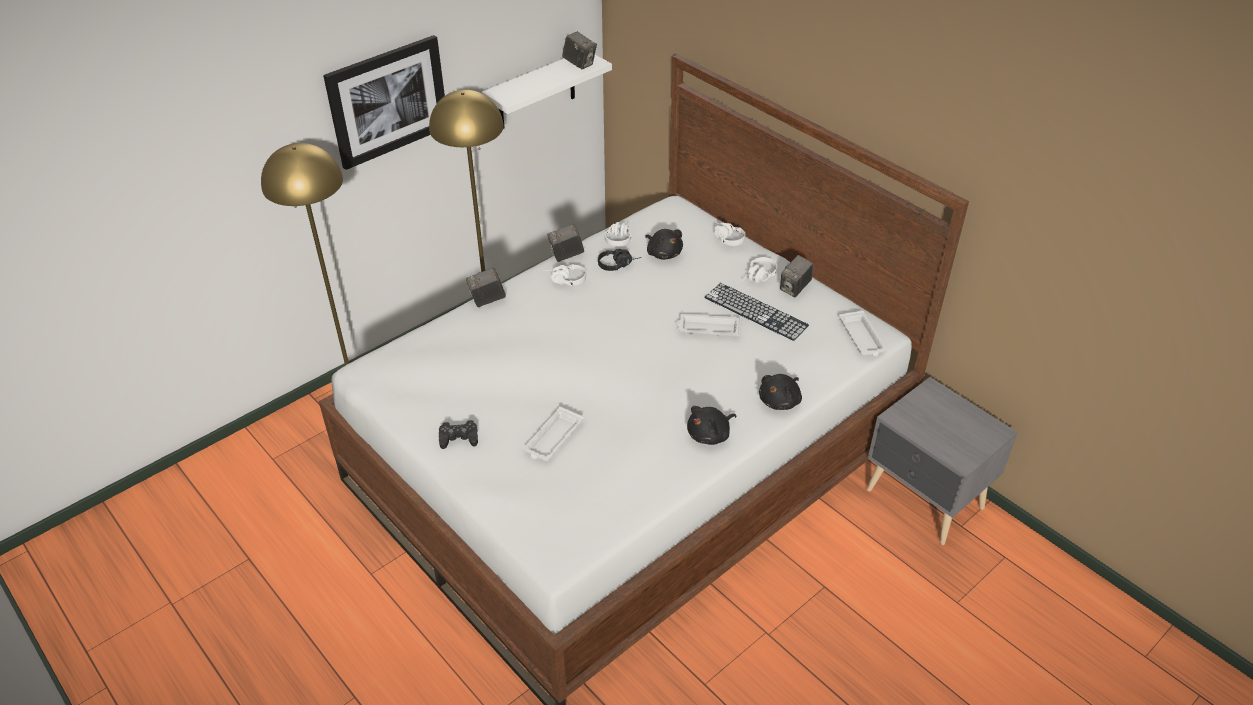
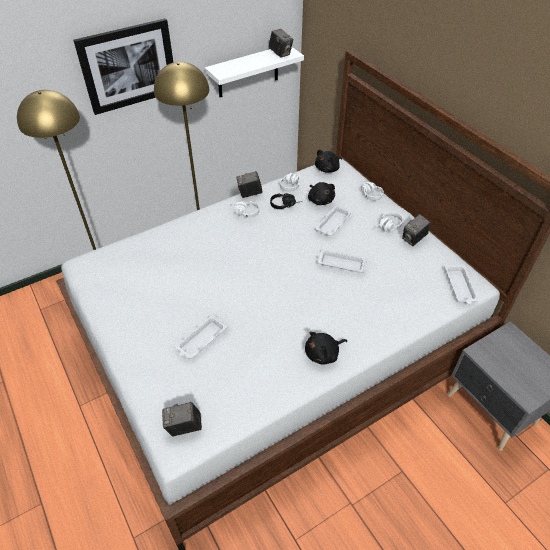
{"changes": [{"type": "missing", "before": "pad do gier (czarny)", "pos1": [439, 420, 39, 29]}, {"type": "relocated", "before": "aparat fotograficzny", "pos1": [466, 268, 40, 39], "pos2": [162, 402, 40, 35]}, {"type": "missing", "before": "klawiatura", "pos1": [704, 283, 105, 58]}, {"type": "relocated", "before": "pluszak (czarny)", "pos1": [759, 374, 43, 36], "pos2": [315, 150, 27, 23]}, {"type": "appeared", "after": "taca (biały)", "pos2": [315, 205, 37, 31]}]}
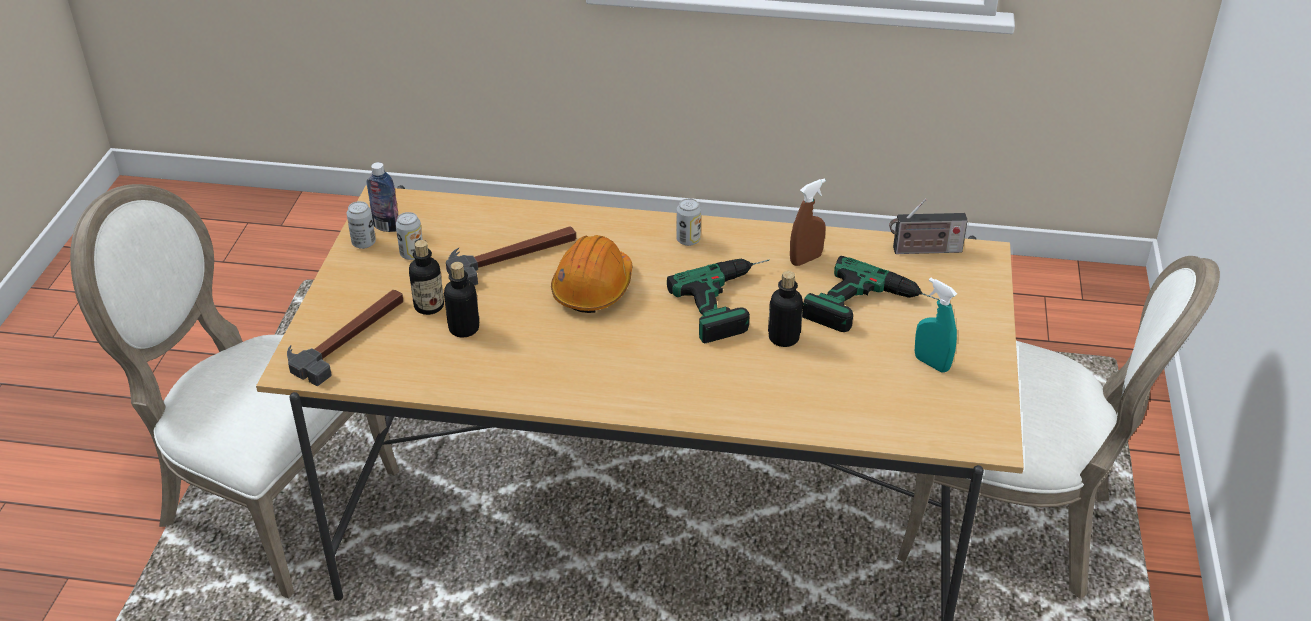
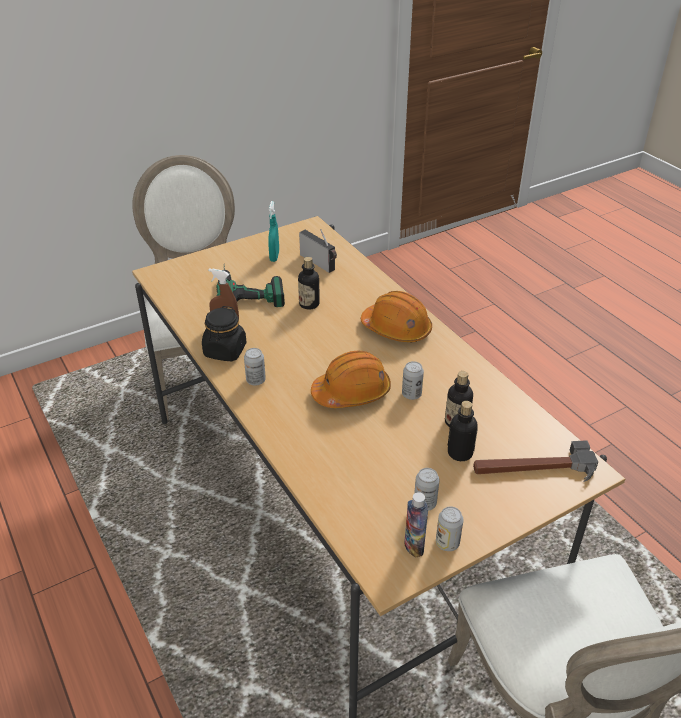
{"changes": [{"type": "missing", "before": "młotek", "pos1": [446, 226, 130, 59]}, {"type": "missing", "before": "wiertarka", "pos1": [667, 259, 103, 84]}, {"type": "relocated", "before": "radio", "pos1": [889, 199, 79, 55], "pos2": [299, 229, 38, 44]}, {"type": "appeared", "after": "słoik (czarny)", "pos2": [202, 306, 45, 55]}, {"type": "appeared", "after": "kask (pomarańczowy)", "pos2": [361, 291, 71, 51]}, {"type": "appeared", "after": "puszka", "pos2": [402, 361, 22, 39]}]}
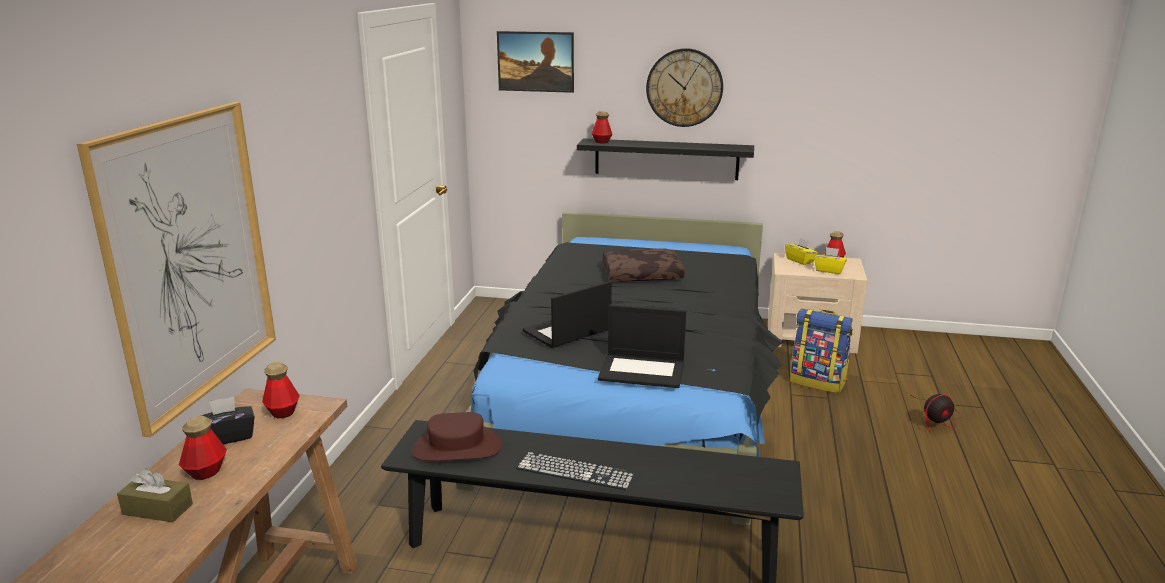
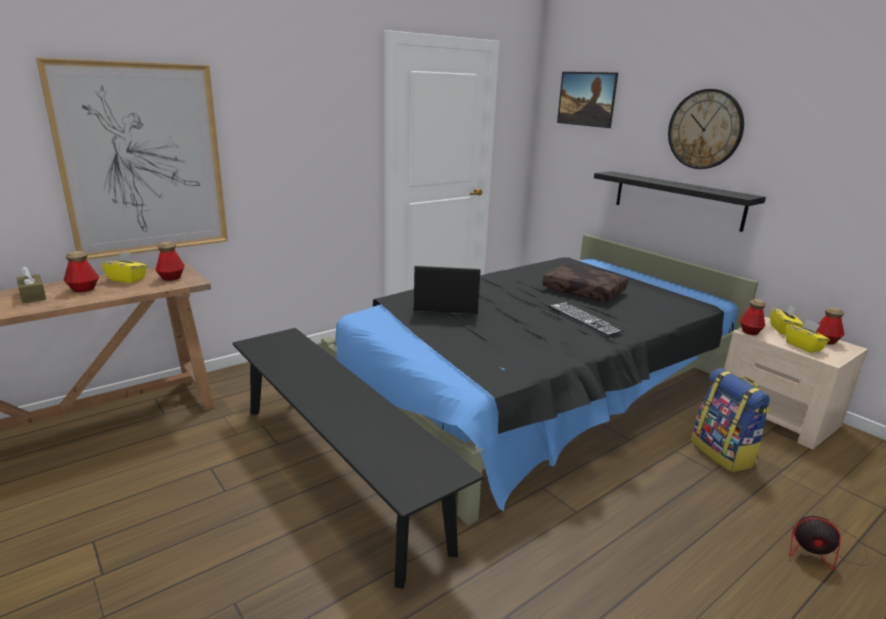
{"changes": [{"type": "colour", "before": "pudełko chusteczek (czarny)", "after": "pudełko chusteczek (żółty)", "pos1": [202, 397, 53, 48], "pos2": [101, 252, 46, 31]}, {"type": "missing", "before": "kapelusz (brązowy)", "pos1": [412, 412, 90, 49]}, {"type": "relocated", "before": "klawiatura", "pos1": [516, 452, 119, 38], "pos2": [549, 302, 75, 34]}, {"type": "relocated", "before": "butelka", "pos1": [591, 111, 21, 33], "pos2": [740, 299, 26, 36]}, {"type": "missing", "before": "laptop", "pos1": [598, 305, 88, 83]}]}
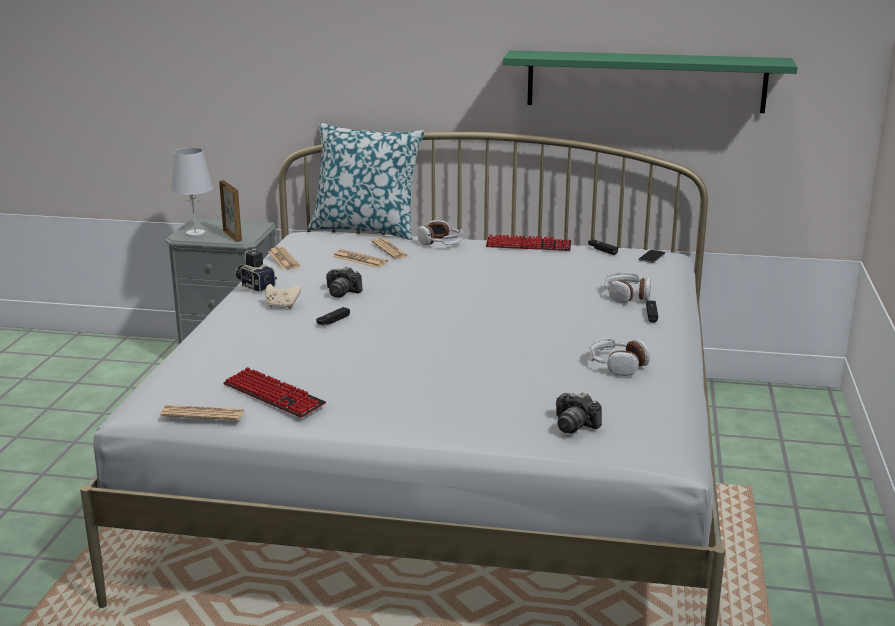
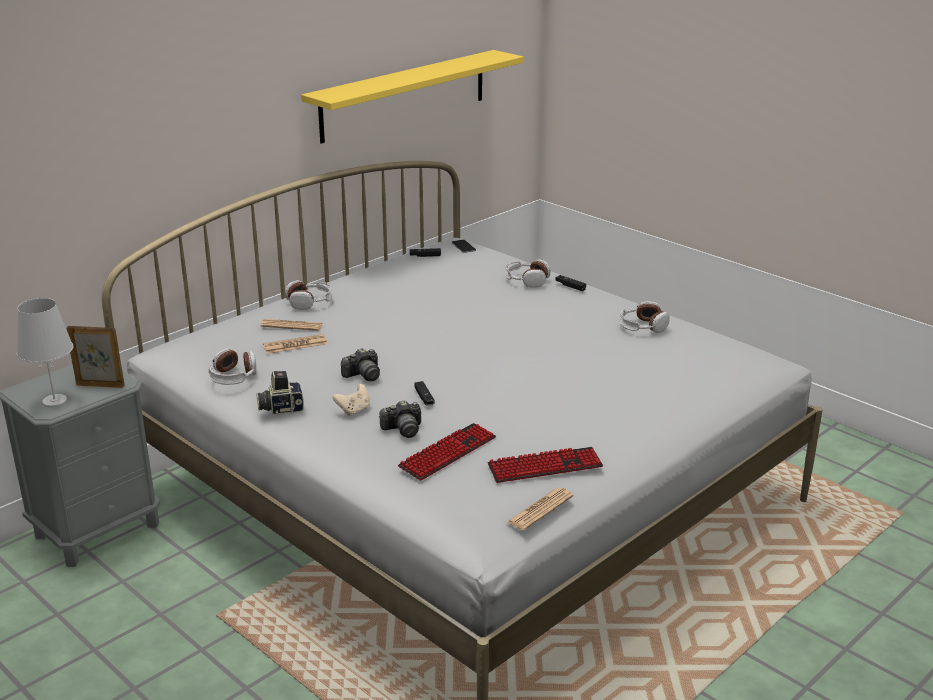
{"changes": [{"type": "exchanged", "before": "gazeta", "after": "słuchawki", "pos1": [268, 247, 32, 22], "pos2": [208, 349, 49, 36]}, {"type": "missing", "before": "poduszka", "pos1": [308, 123, 117, 117]}, {"type": "relocated", "before": "klawiatura", "pos1": [486, 234, 85, 17], "pos2": [398, 423, 98, 58]}, {"type": "colour", "before": "półka (zielony)", "after": "półka (żółty)", "pos1": [503, 50, 295, 63], "pos2": [301, 50, 223, 94]}, {"type": "relocated", "before": "aparat fotograficzny", "pos1": [556, 392, 46, 42], "pos2": [379, 400, 42, 38]}]}
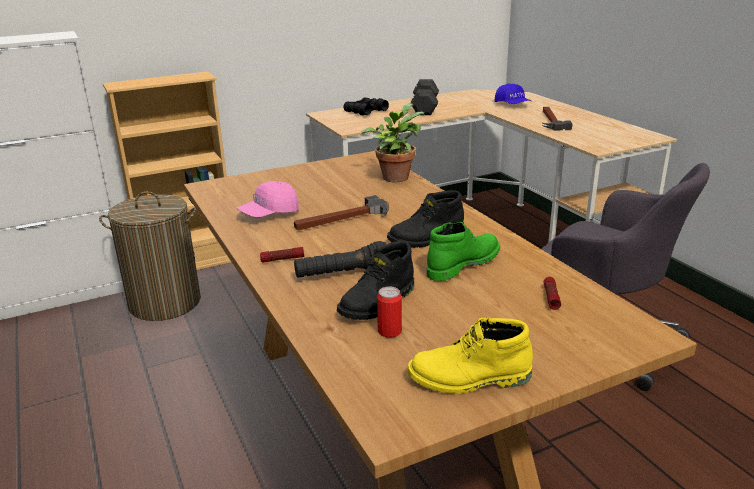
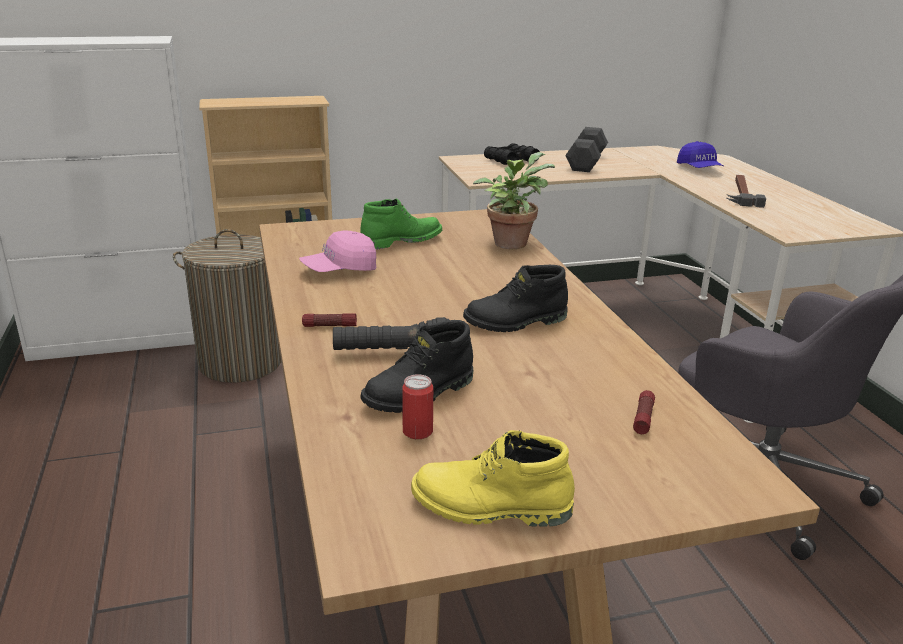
{"changes": [{"type": "missing", "before": "młotek", "pos1": [294, 195, 94, 35]}, {"type": "relocated", "before": "but z cholewką (zielony)", "pos1": [426, 222, 74, 59], "pos2": [360, 198, 82, 52]}]}
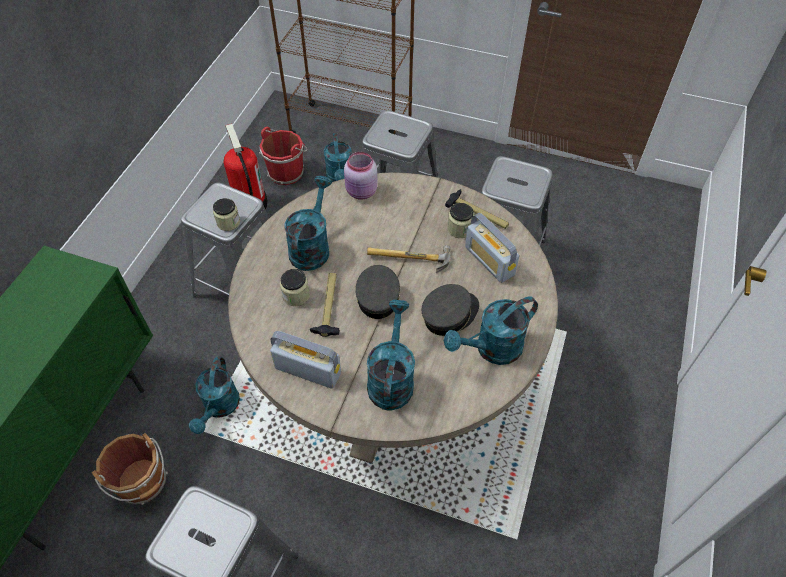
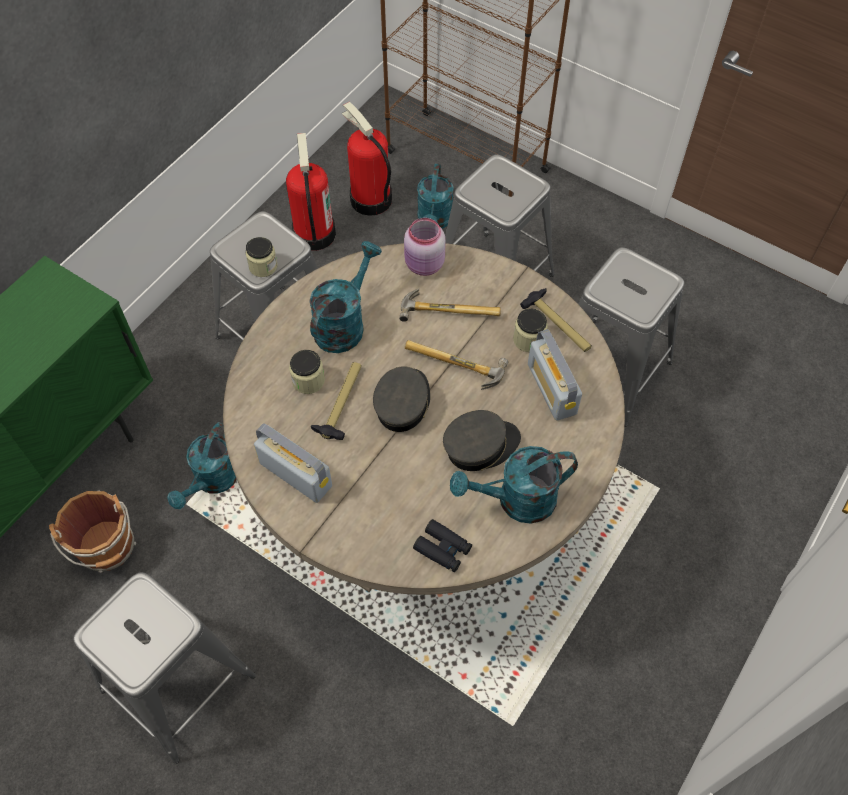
{"changes": [{"type": "exchanged", "before": "wiadro (czerwony)", "after": "gaśnica", "pos1": [259, 127, 49, 58], "pos2": [342, 102, 50, 114]}, {"type": "missing", "before": "konewka (turkusowy)", "pos1": [367, 300, 48, 110]}, {"type": "appeared", "after": "młotek", "pos2": [399, 288, 102, 34]}, {"type": "appeared", "after": "lornetka (czarny)", "pos2": [413, 519, 59, 53]}]}
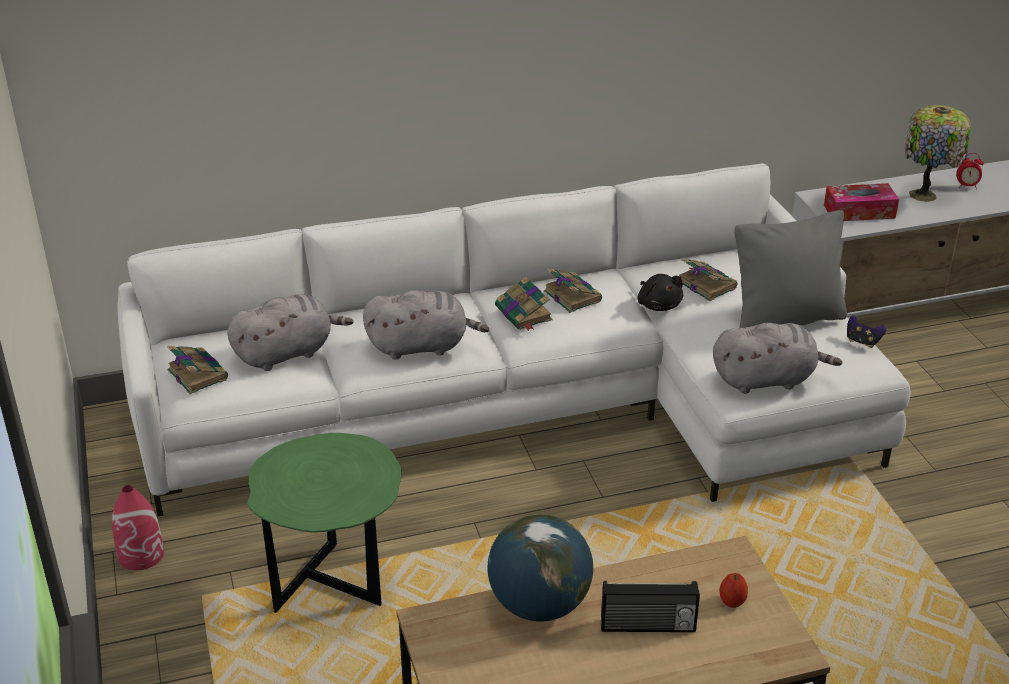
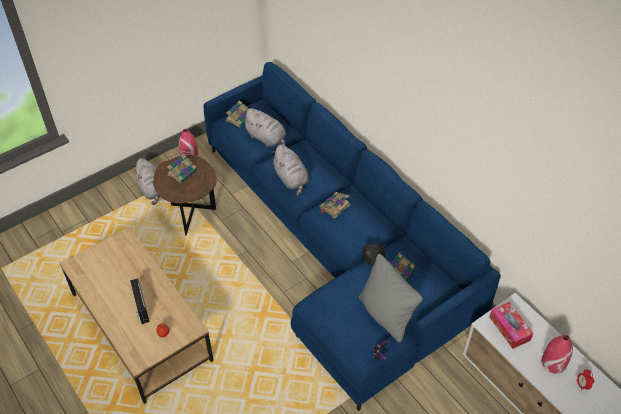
{"changes": [{"type": "colour", "before": "kanapa (biały)", "after": "kanapa (niebieski)", "pos1": [117, 163, 794, 353], "pos2": [204, 62, 297, 349]}, {"type": "colour", "before": "stolik (zielony)", "after": "stolik (brązowy)", "pos1": [247, 433, 154, 180], "pos2": [153, 155, 64, 80]}, {"type": "missing", "before": "globus", "pos1": [487, 514, 106, 107]}, {"type": "relocated", "before": "książka", "pos1": [544, 268, 58, 45], "pos2": [167, 154, 31, 30]}, {"type": "relocated", "before": "pluszak (szary)", "pos1": [713, 323, 129, 71], "pos2": [133, 158, 27, 47]}, {"type": "exchanged", "before": "lampa stołowa", "after": "wazon (czerwony)", "pos1": [905, 105, 66, 97], "pos2": [541, 335, 32, 39]}]}
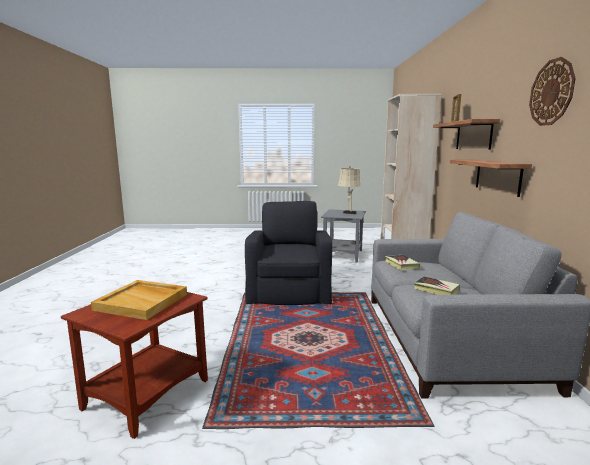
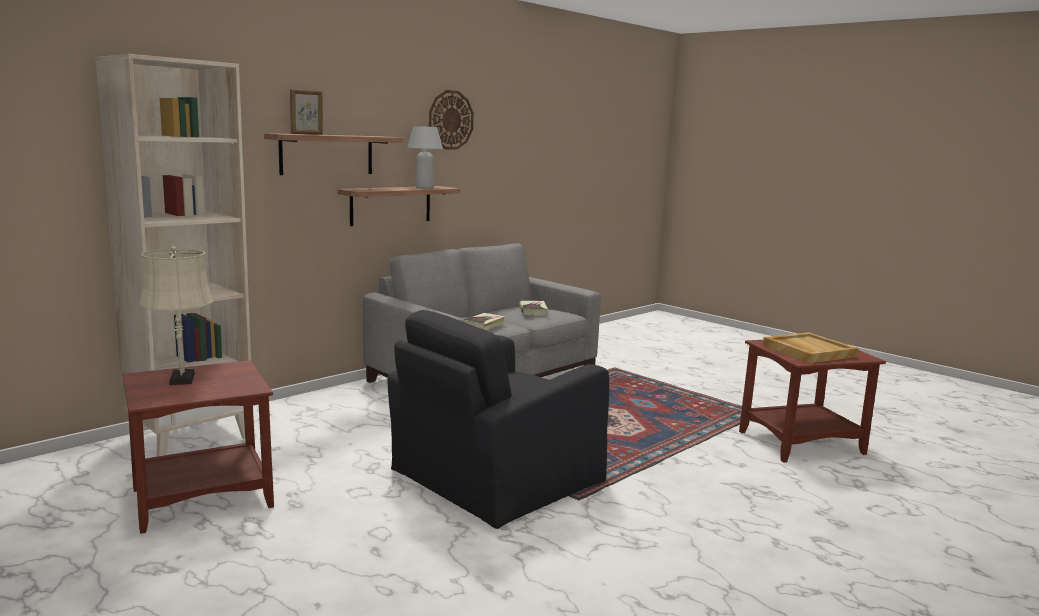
{"changes": [{"type": "colour", "before": "stolik (szary)", "after": "stolik (brązowy)", "pos1": [321, 209, 45, 54], "pos2": [122, 360, 152, 174]}, {"type": "appeared", "after": "lampa stołowa (biały)", "pos2": [407, 126, 36, 62]}]}
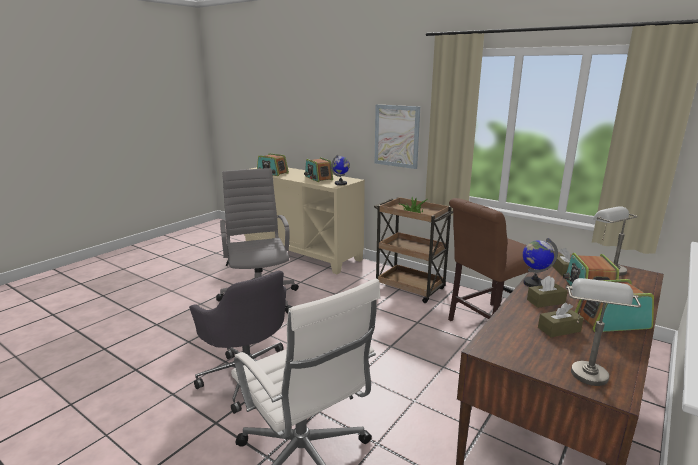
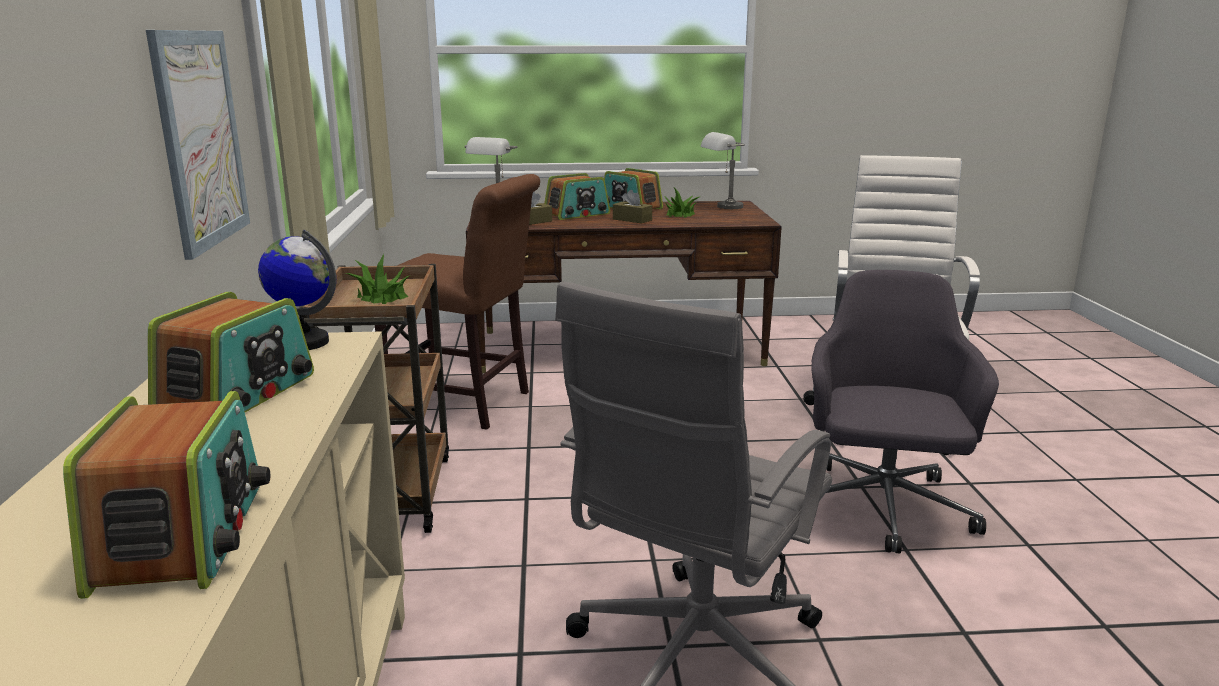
{"changes": [{"type": "missing", "before": "globus", "pos1": [523, 238, 35, 49]}, {"type": "exchanged", "before": "pudełko chusteczek (brązowy)", "after": "roślina doniczkowa", "pos1": [538, 303, 46, 34], "pos2": [664, 187, 35, 31]}]}
